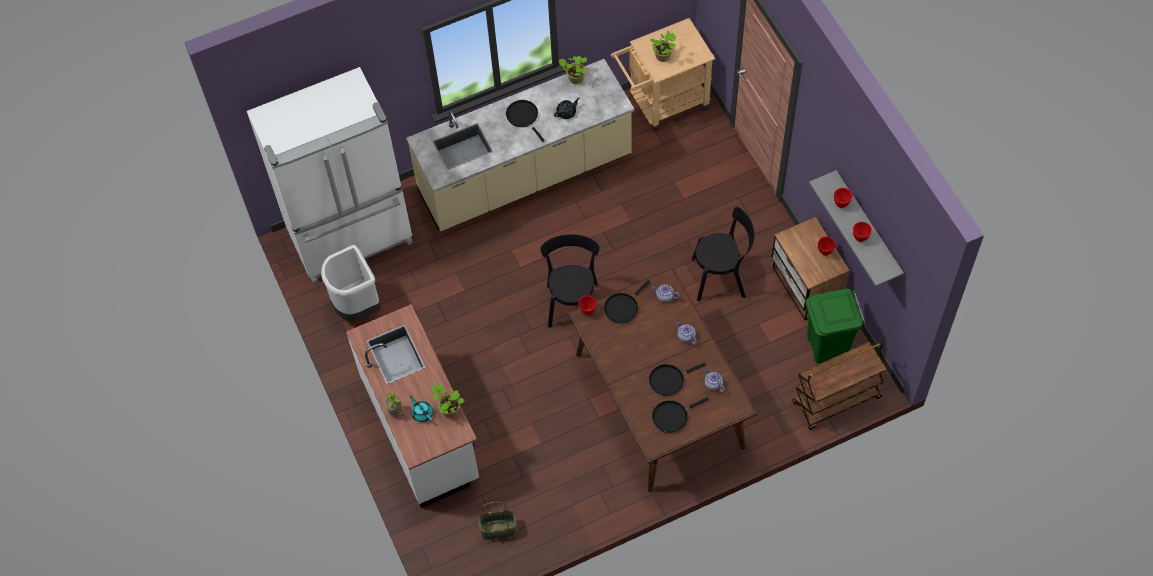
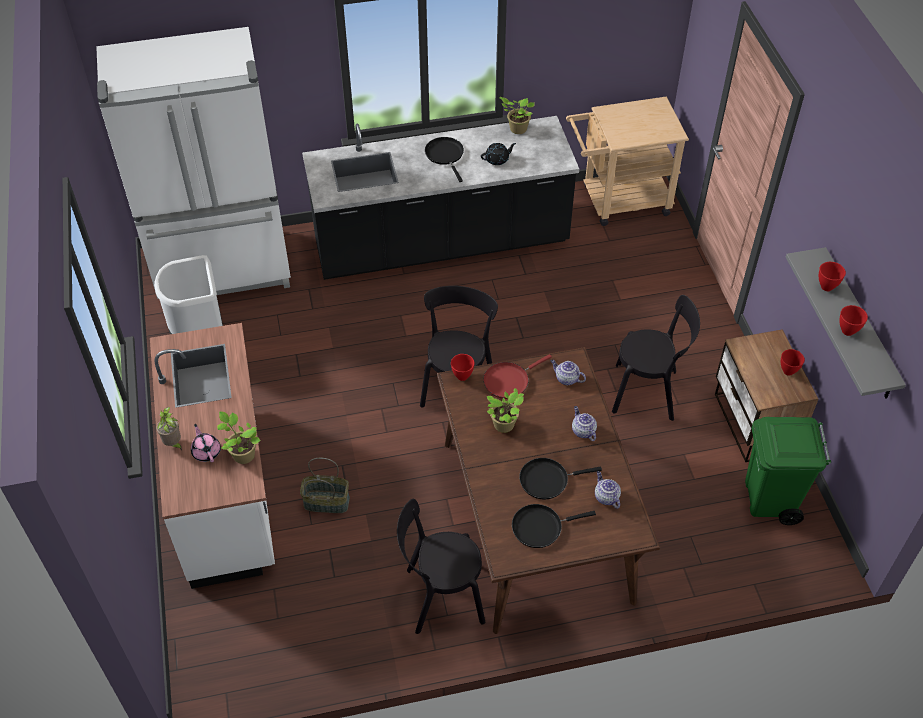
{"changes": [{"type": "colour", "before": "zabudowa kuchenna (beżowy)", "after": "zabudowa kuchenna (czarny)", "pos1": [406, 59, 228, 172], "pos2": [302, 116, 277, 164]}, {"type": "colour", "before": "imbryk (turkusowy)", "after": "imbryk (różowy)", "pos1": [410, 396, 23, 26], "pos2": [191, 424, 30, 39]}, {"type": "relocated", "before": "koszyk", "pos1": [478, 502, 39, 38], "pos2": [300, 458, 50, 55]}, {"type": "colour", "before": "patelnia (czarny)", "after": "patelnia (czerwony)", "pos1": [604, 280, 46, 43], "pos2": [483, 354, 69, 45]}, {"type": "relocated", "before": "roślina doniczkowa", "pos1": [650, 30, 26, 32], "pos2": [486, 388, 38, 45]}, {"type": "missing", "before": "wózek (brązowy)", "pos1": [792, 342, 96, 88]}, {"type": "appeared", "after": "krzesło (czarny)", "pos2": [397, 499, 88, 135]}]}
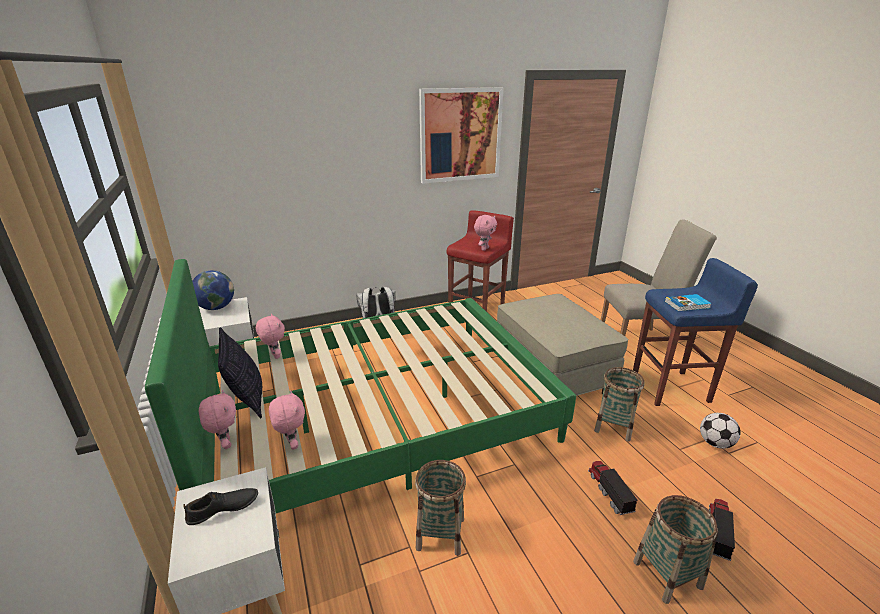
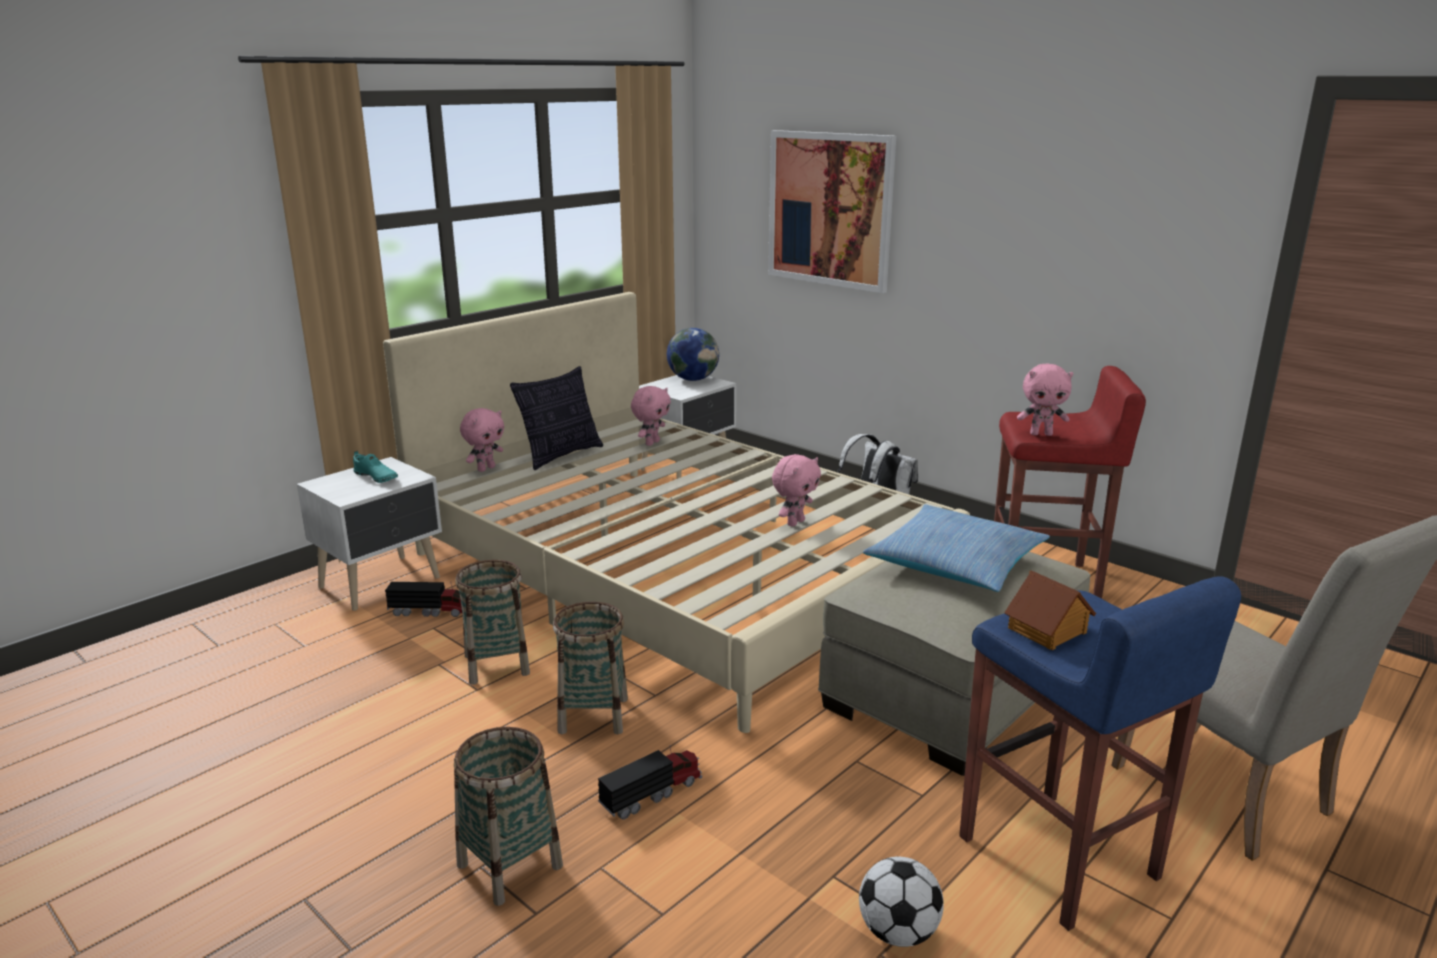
{"changes": [{"type": "colour", "before": "łóżko (zielony)", "after": "łóżko (beżowy)", "pos1": [145, 259, 431, 254], "pos2": [383, 292, 587, 441]}, {"type": "colour", "before": "but (czarny)", "after": "but (turkusowy)", "pos1": [183, 488, 75, 37], "pos2": [353, 451, 45, 32]}, {"type": "relocated", "before": "pluszak (różowy)", "pos1": [269, 390, 36, 60], "pos2": [772, 454, 49, 73]}, {"type": "relocated", "before": "obraz", "pos1": [419, 87, 84, 97], "pos2": [768, 130, 128, 163]}, {"type": "relocated", "before": "koszyk", "pos1": [594, 367, 51, 75], "pos2": [553, 601, 75, 133]}, {"type": "exchanged", "before": "książka", "after": "domek", "pos1": [665, 294, 47, 18], "pos2": [1004, 570, 92, 80]}, {"type": "relocated", "before": "ciężarówka zabawkowa", "pos1": [709, 499, 26, 62], "pos2": [385, 582, 77, 35]}, {"type": "appeared", "after": "poduszka", "pos2": [863, 504, 187, 88]}]}
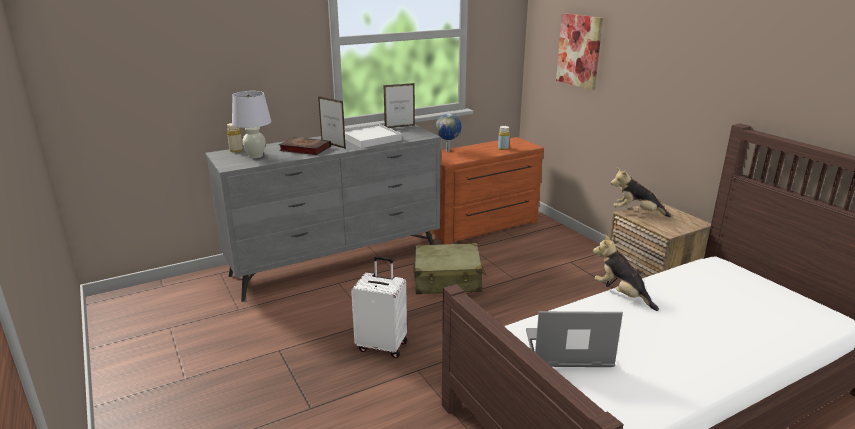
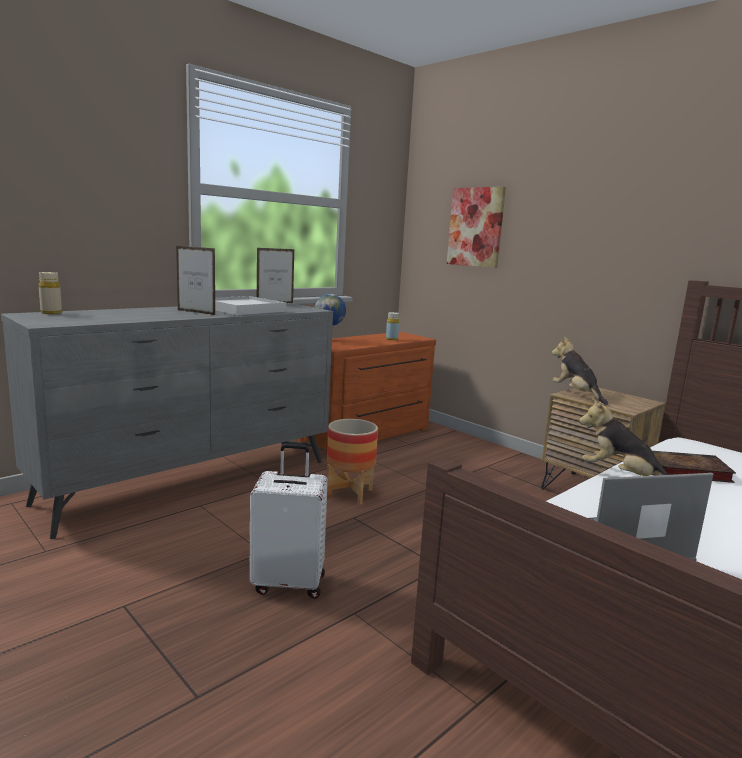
{"changes": [{"type": "missing", "before": "lampa stołowa (biały)", "pos1": [232, 91, 39, 67]}, {"type": "relocated", "before": "książka", "pos1": [279, 137, 52, 18], "pos2": [652, 451, 84, 32]}, {"type": "exchanged", "before": "walizka (beżowy)", "after": "donica", "pos1": [413, 243, 73, 51], "pos2": [327, 419, 51, 85]}, {"type": "spun", "before": "pluszak", "pos1": [611, 168, 60, 49], "pos2": [552, 337, 56, 68], "turn": 60}]}
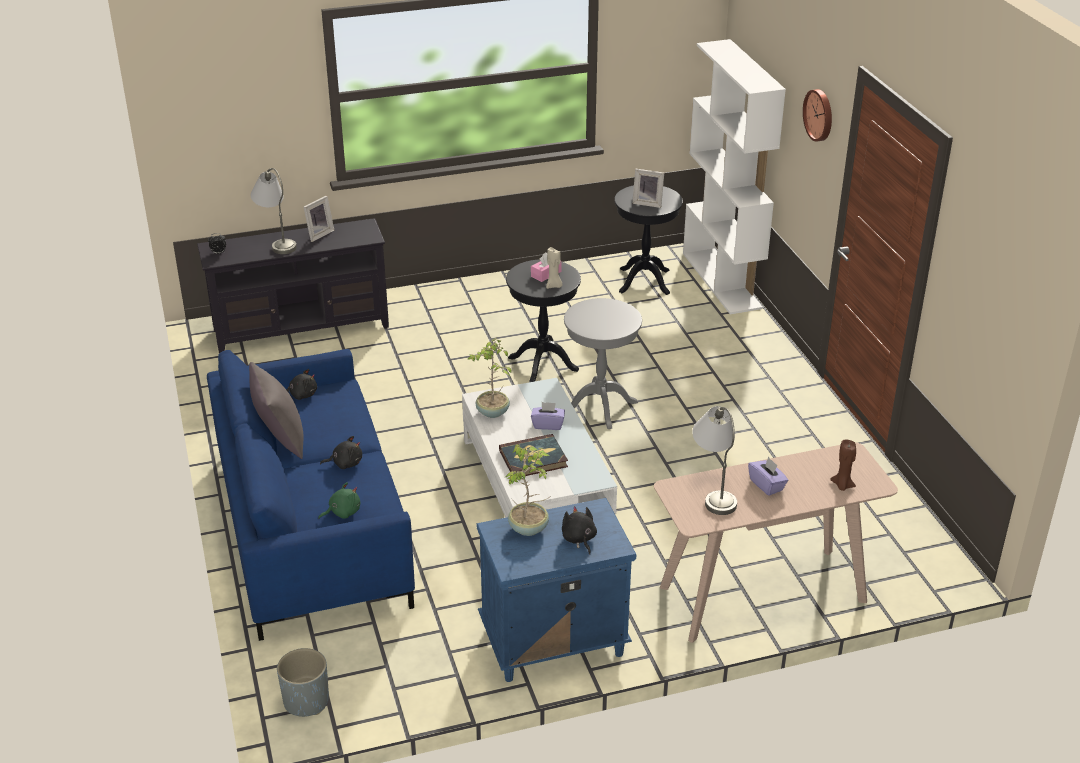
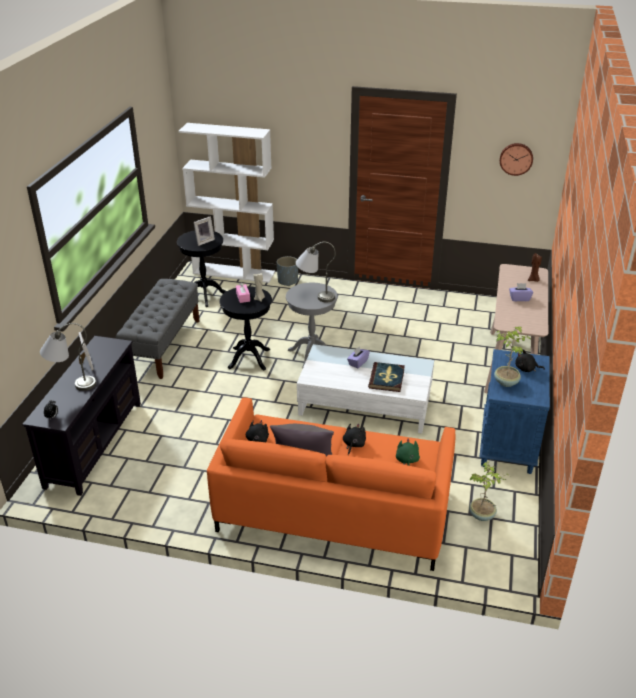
{"changes": [{"type": "colour", "before": "kanapa (niebieski)", "after": "kanapa (pomarańczowy)", "pos1": [207, 349, 208, 292], "pos2": [207, 397, 248, 174]}, {"type": "relocated", "before": "donica (szary)", "pos1": [277, 648, 52, 69], "pos2": [277, 256, 21, 30]}, {"type": "relocated", "before": "roślina doniczkowa", "pos1": [468, 338, 43, 80], "pos2": [469, 461, 41, 60]}, {"type": "relocated", "before": "lampa stołowa (szary)", "pos1": [692, 406, 45, 109], "pos2": [296, 242, 40, 60]}, {"type": "relocated", "before": "zegar ścienny", "pos1": [803, 89, 29, 53], "pos2": [500, 143, 33, 33]}, {"type": "appeared", "after": "ławka (szary)", "pos2": [116, 279, 83, 100]}]}
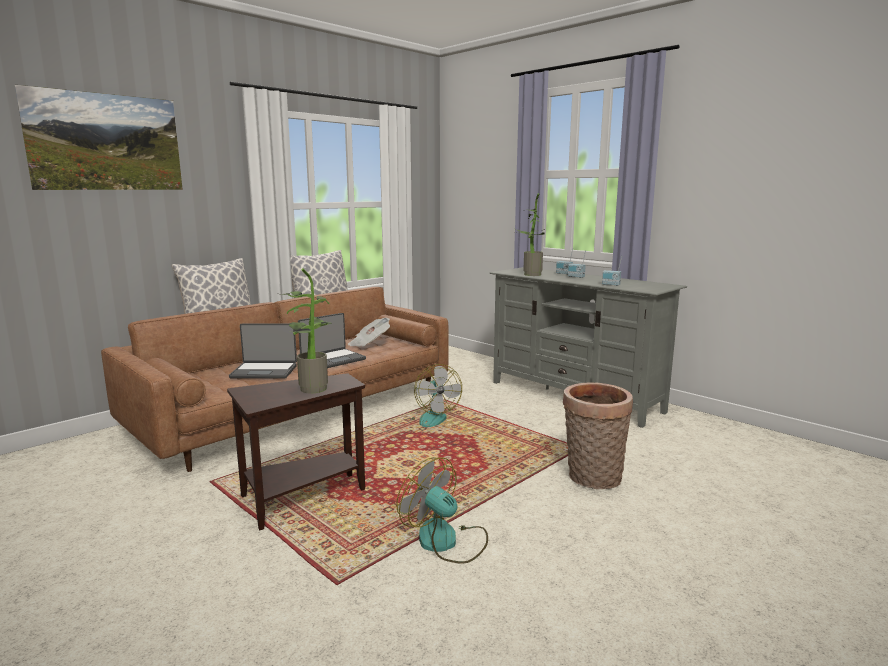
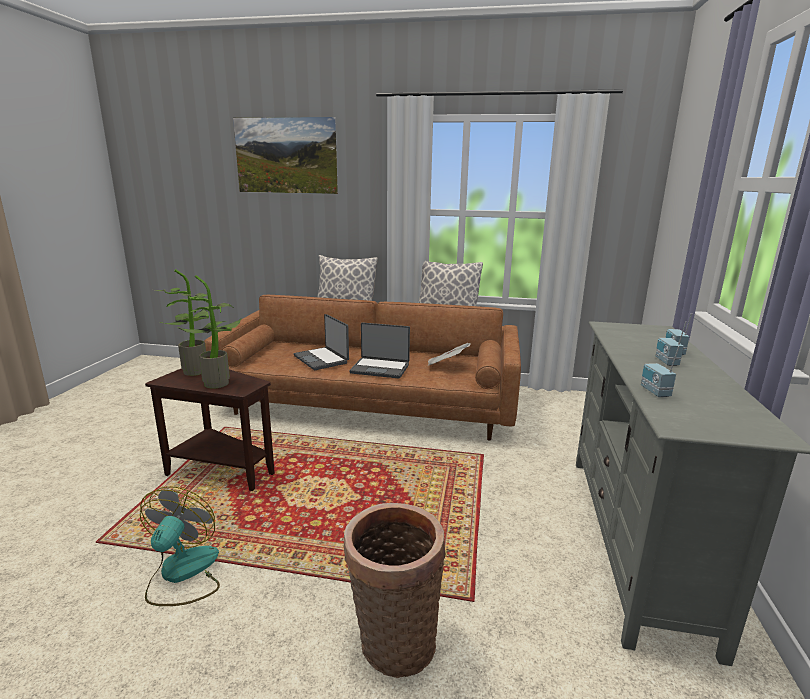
{"changes": [{"type": "missing", "before": "wentylator", "pos1": [411, 364, 51, 63]}, {"type": "relocated", "before": "roślina doniczkowa", "pos1": [516, 193, 29, 83], "pos2": [155, 269, 54, 107]}]}
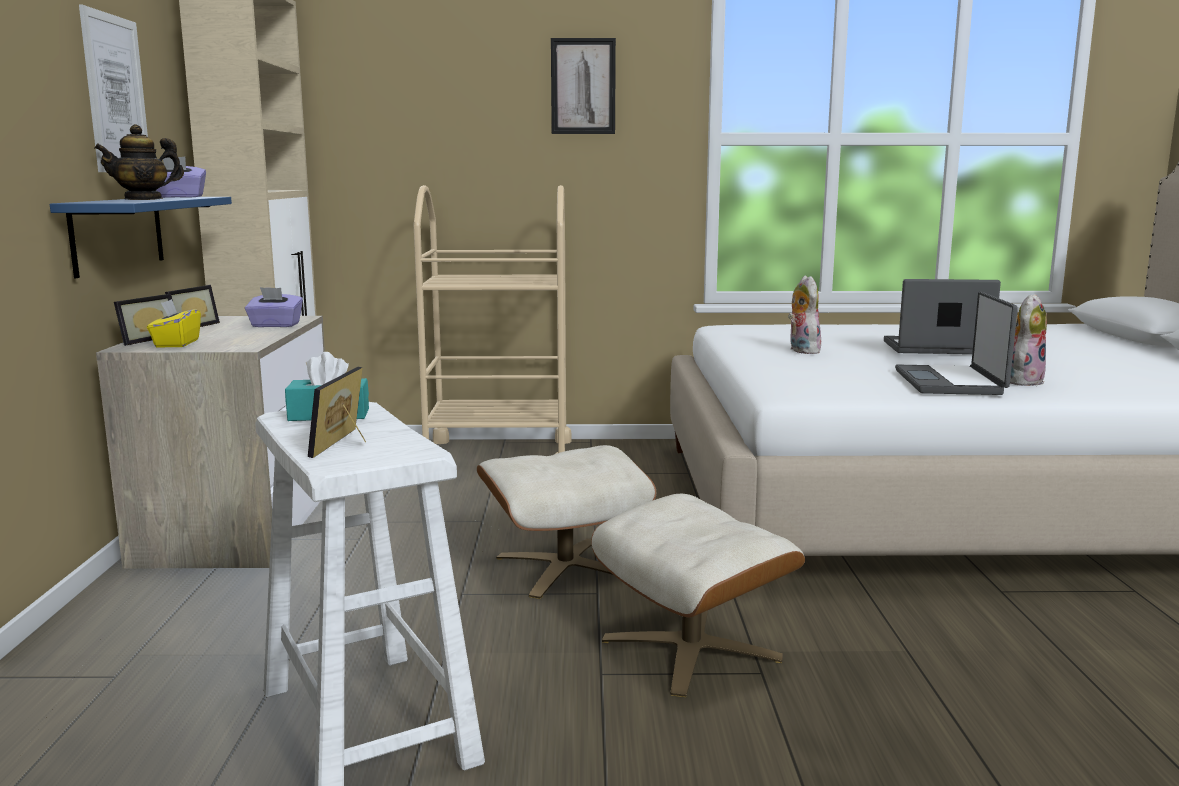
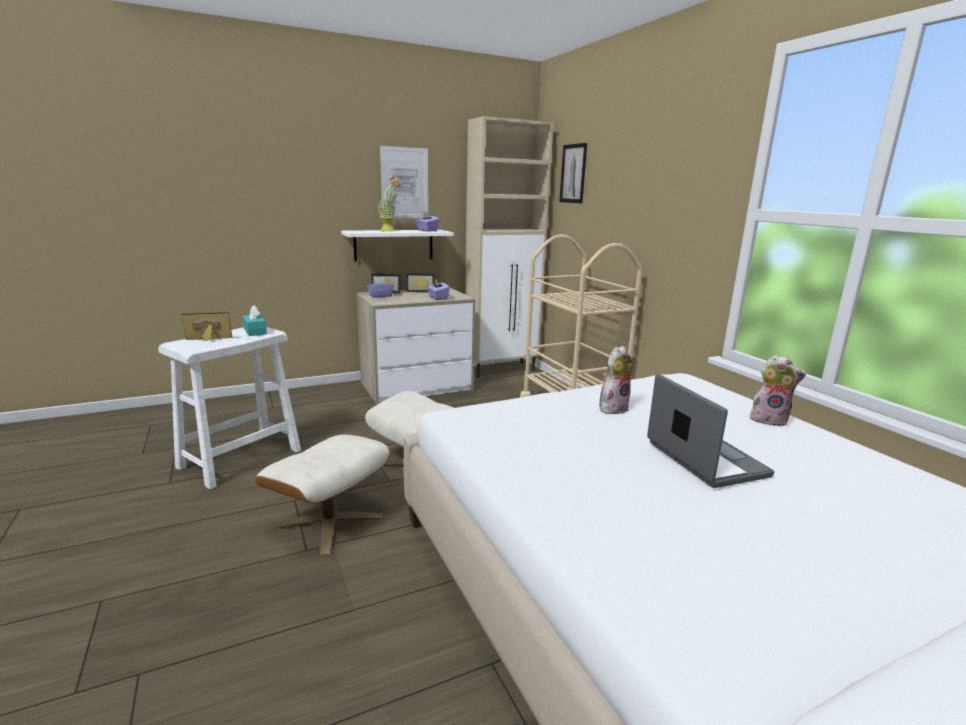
{"changes": [{"type": "colour", "before": "półka (niebieski)", "after": "półka (biały)", "pos1": [50, 197, 182, 81], "pos2": [341, 230, 113, 32]}, {"type": "exchanged", "before": "imbryk", "after": "roślina doniczkowa", "pos1": [94, 124, 90, 76], "pos2": [378, 177, 22, 55]}, {"type": "colour", "before": "pudełko chusteczek (żółty)", "after": "pudełko chusteczek (fioletowy)", "pos1": [147, 299, 54, 48], "pos2": [366, 276, 28, 22]}, {"type": "relocated", "before": "obraz", "pos1": [551, 38, 65, 96], "pos2": [559, 143, 28, 60]}, {"type": "missing", "before": "laptop", "pos1": [895, 292, 123, 103]}, {"type": "relocated", "before": "pluszak", "pos1": [1010, 294, 37, 92], "pos2": [750, 355, 56, 71]}]}
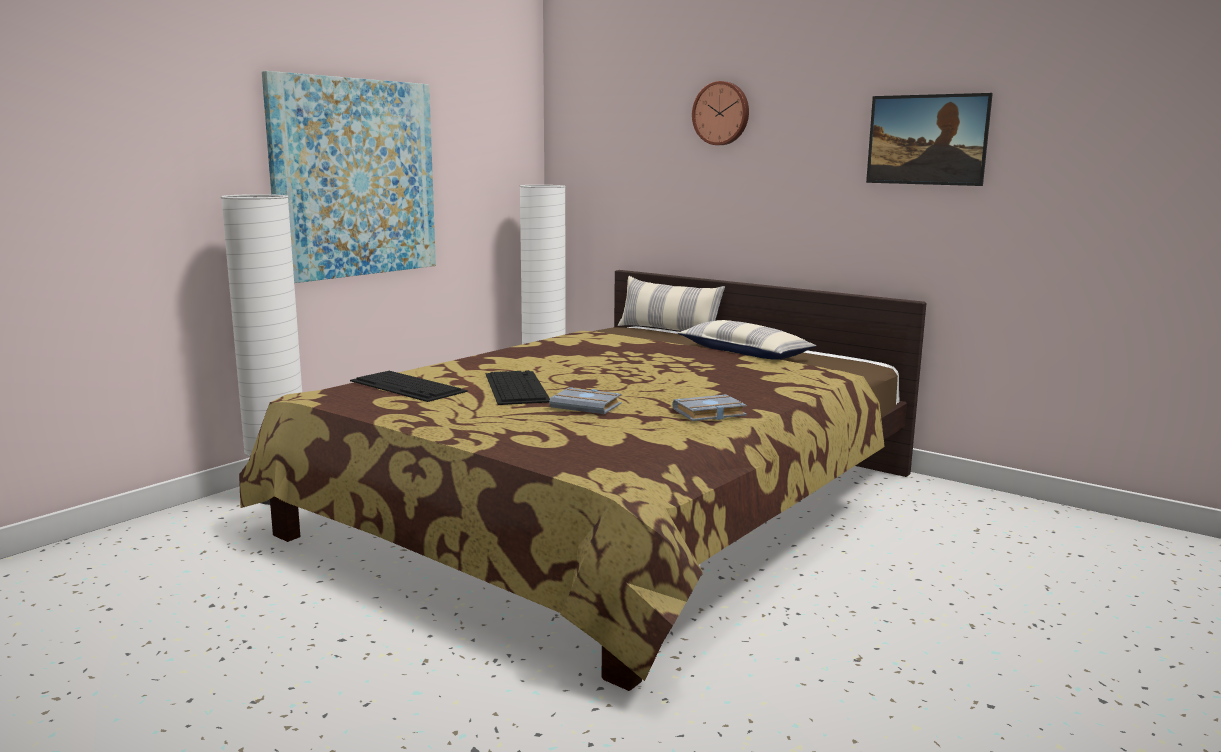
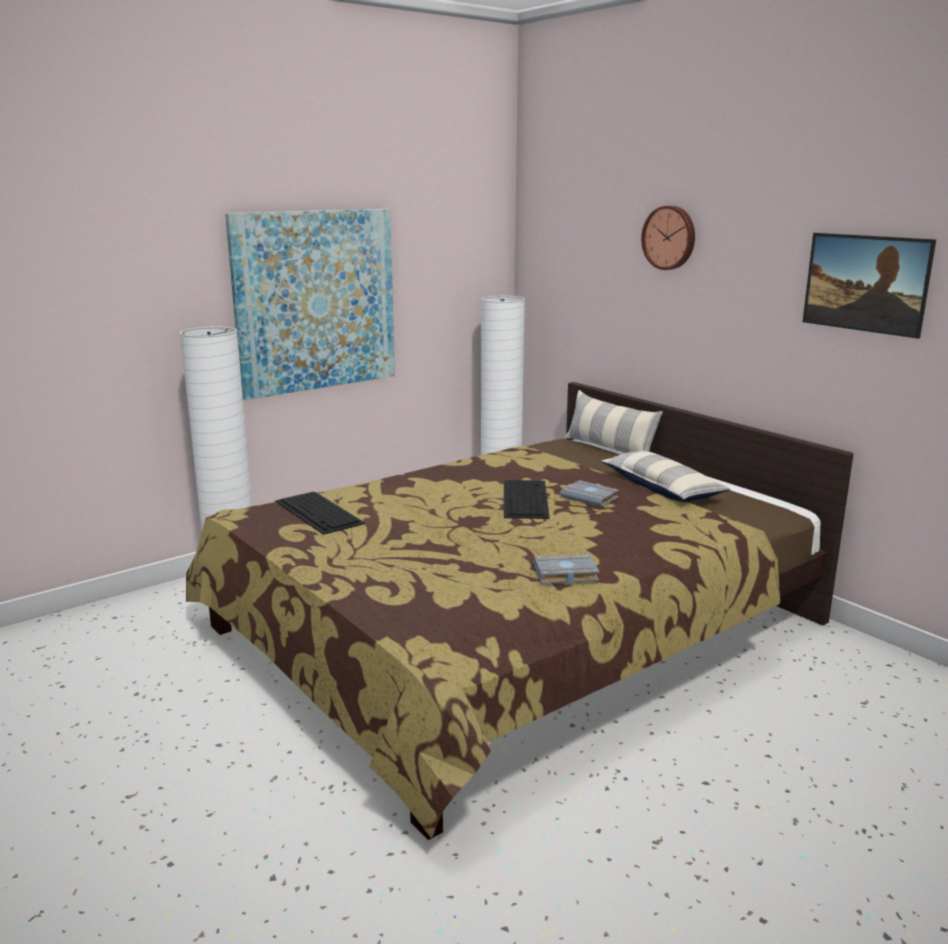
{"changes": [{"type": "relocated", "before": "klawiatura", "pos1": [486, 370, 64, 35], "pos2": [504, 480, 46, 39]}, {"type": "relocated", "before": "książka (szary)", "pos1": [549, 387, 73, 27], "pos2": [560, 480, 59, 27]}]}
